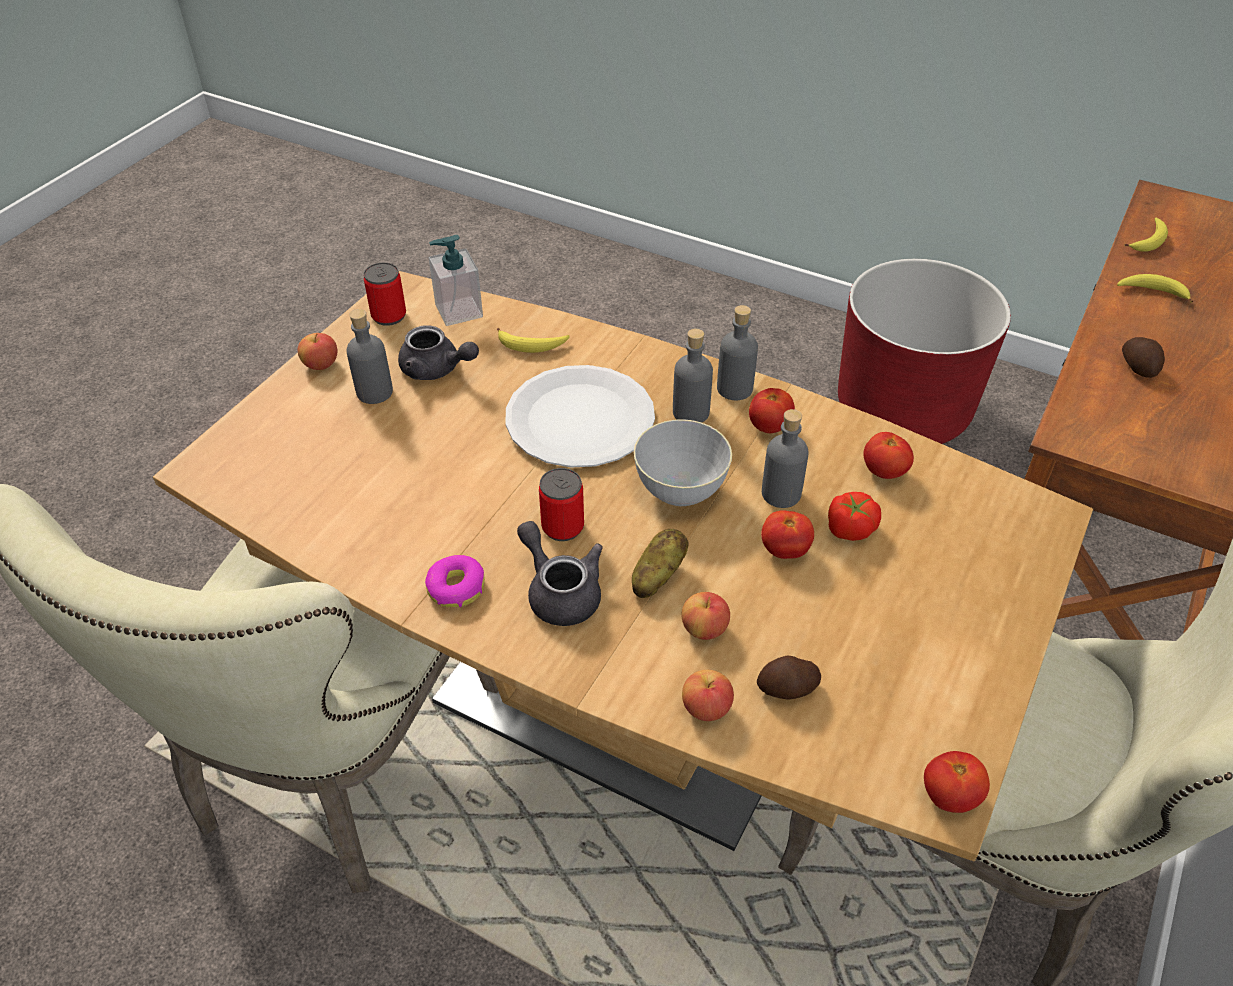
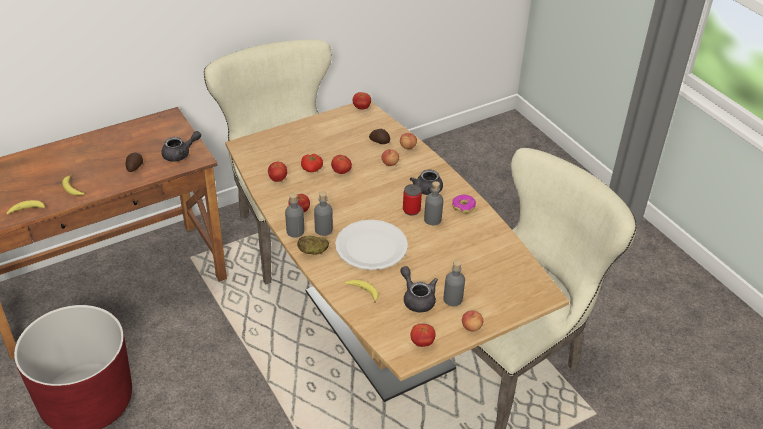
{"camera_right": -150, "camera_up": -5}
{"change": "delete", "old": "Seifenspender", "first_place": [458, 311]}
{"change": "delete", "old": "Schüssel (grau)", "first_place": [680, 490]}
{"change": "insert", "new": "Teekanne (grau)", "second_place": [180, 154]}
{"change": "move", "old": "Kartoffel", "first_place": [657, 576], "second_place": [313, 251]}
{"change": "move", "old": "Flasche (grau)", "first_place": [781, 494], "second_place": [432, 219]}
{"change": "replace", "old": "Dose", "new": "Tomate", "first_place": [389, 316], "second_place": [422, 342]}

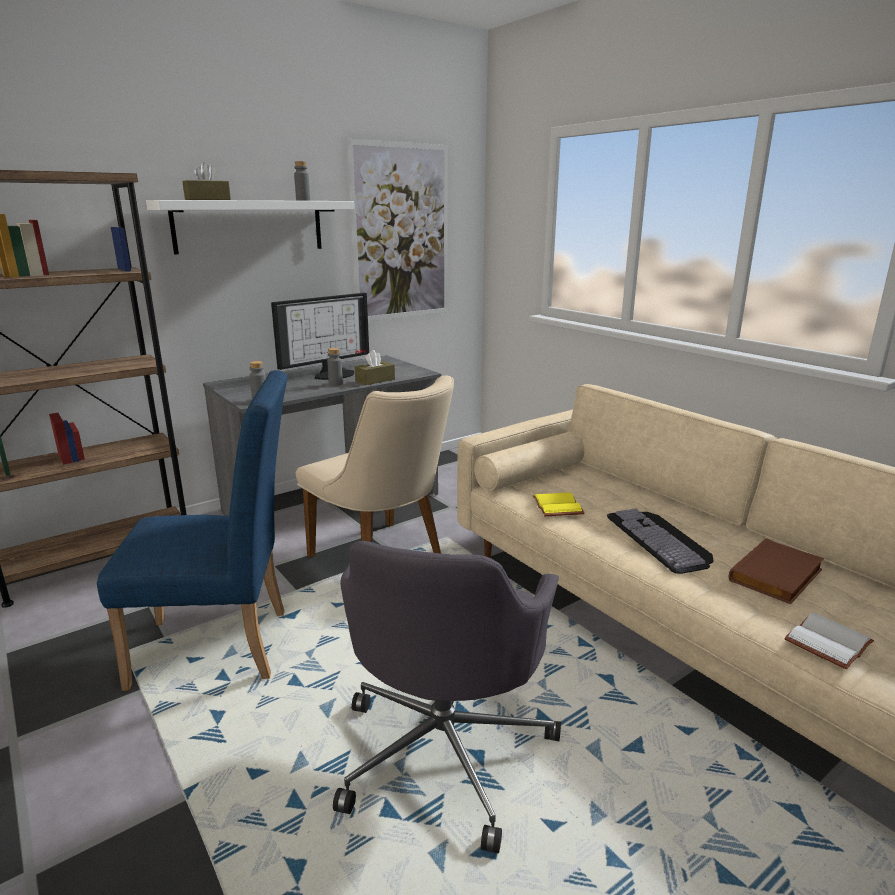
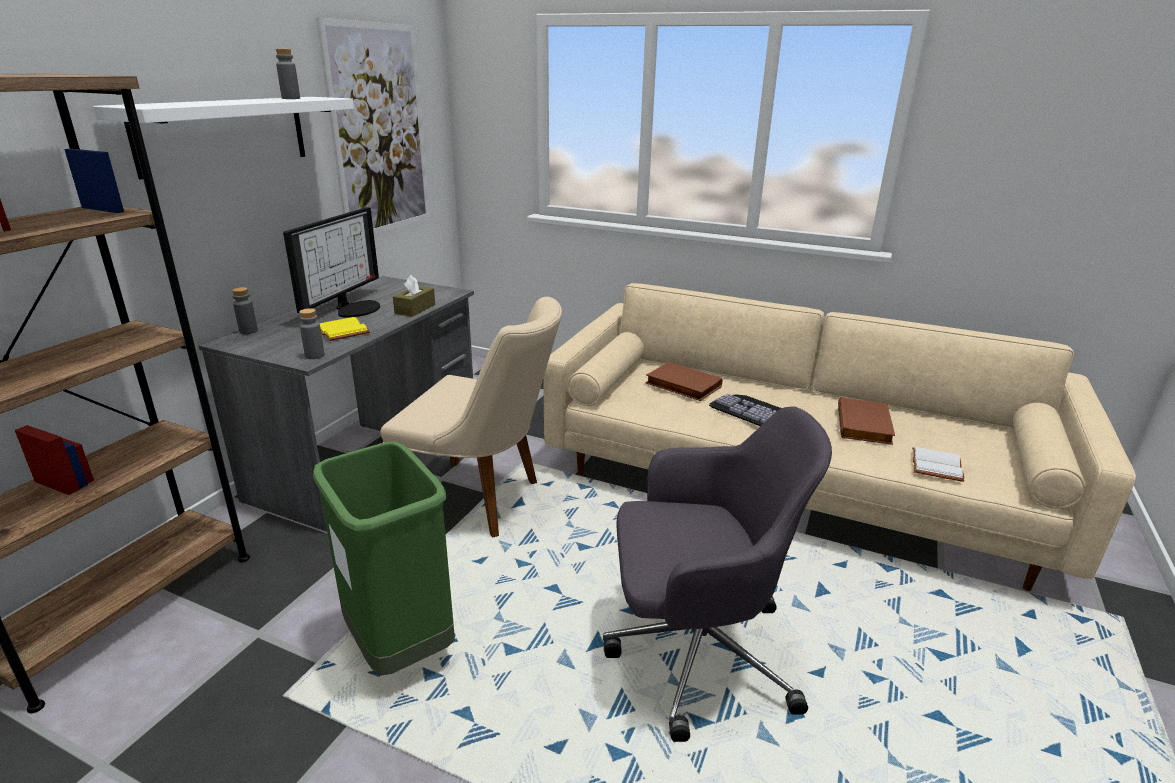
{"camera_right": -30, "camera_up": 5}
{"change": "delete", "old": "Taschentuchbox (braun)", "first_place": [207, 199]}
{"change": "insert", "new": "Buch (braun)", "second_place": [682, 385]}
{"change": "move", "old": "Flasche (grau)", "first_place": [335, 384], "second_place": [248, 331]}
{"change": "move", "old": "Buch (gelb)", "first_place": [559, 506], "second_place": [344, 331]}
{"change": "replace", "old": "Stuhl (blau)", "new": "Mülleimer (grün)", "first_place": [224, 648], "second_place": [401, 647]}
{"change": "rotate", "old": "Bürostuhl (grau)", "first_place": [445, 749], "second_place": [694, 652], "degrees": -75}

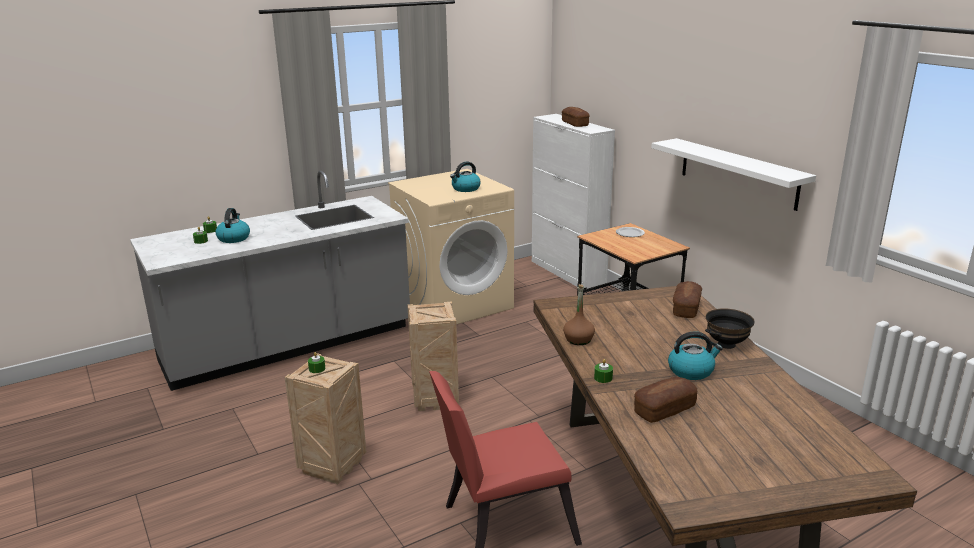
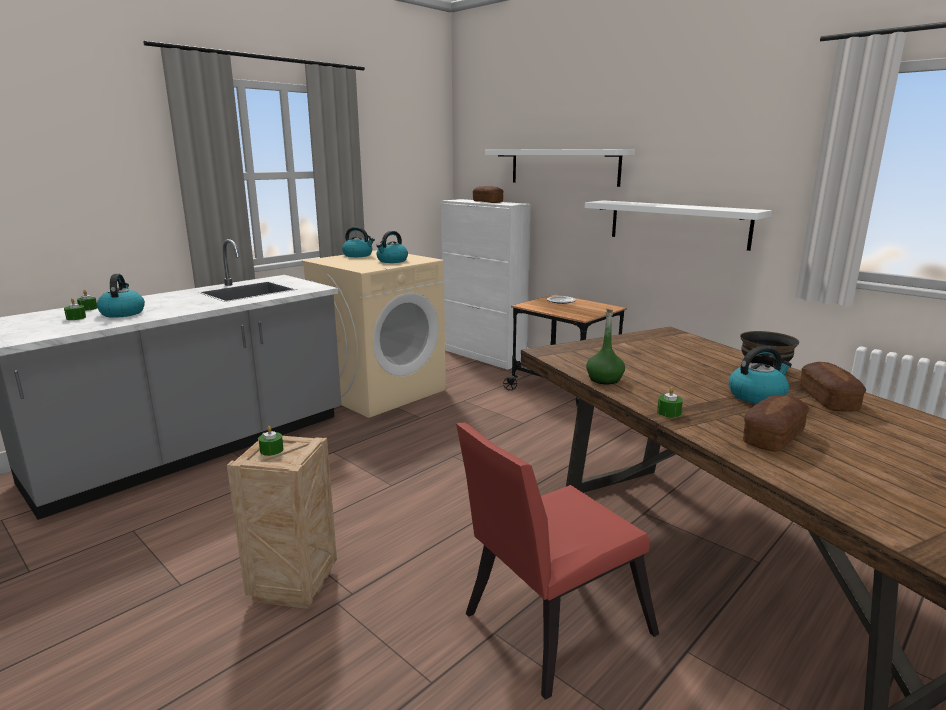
{"camera_right": -15, "camera_up": -5}
{"change": "delete", "old": "Kiste", "first_place": [436, 399]}
{"change": "insert", "new": "Wasserkessel", "second_place": [358, 255]}
{"change": "insert", "new": "Wandregal (weiß)", "second_place": [563, 167]}
{"change": "move", "old": "Brot", "first_place": [686, 308], "second_place": [828, 399]}
{"change": "recolor", "old": "Flasche (braun)", "new": "Flasche (grün)", "first_place": [578, 340], "second_place": [604, 379]}

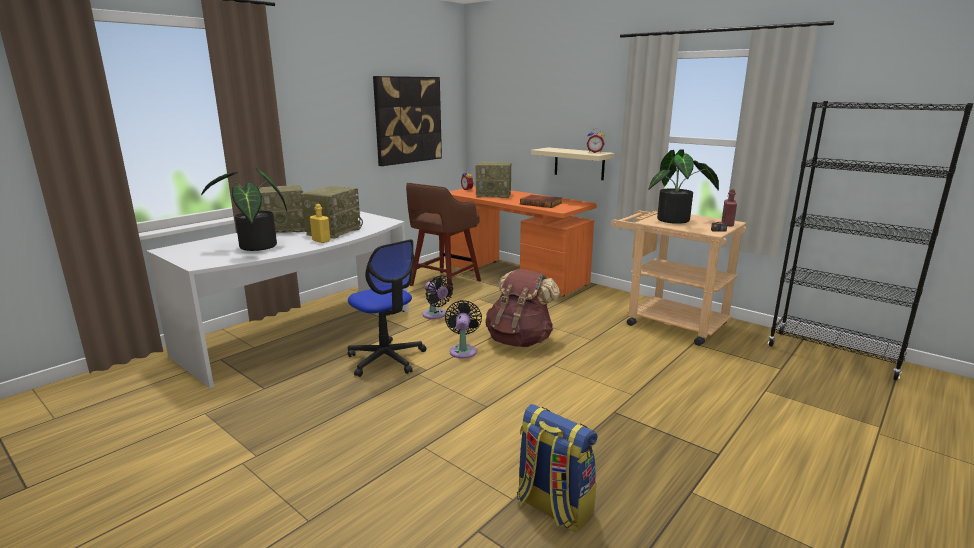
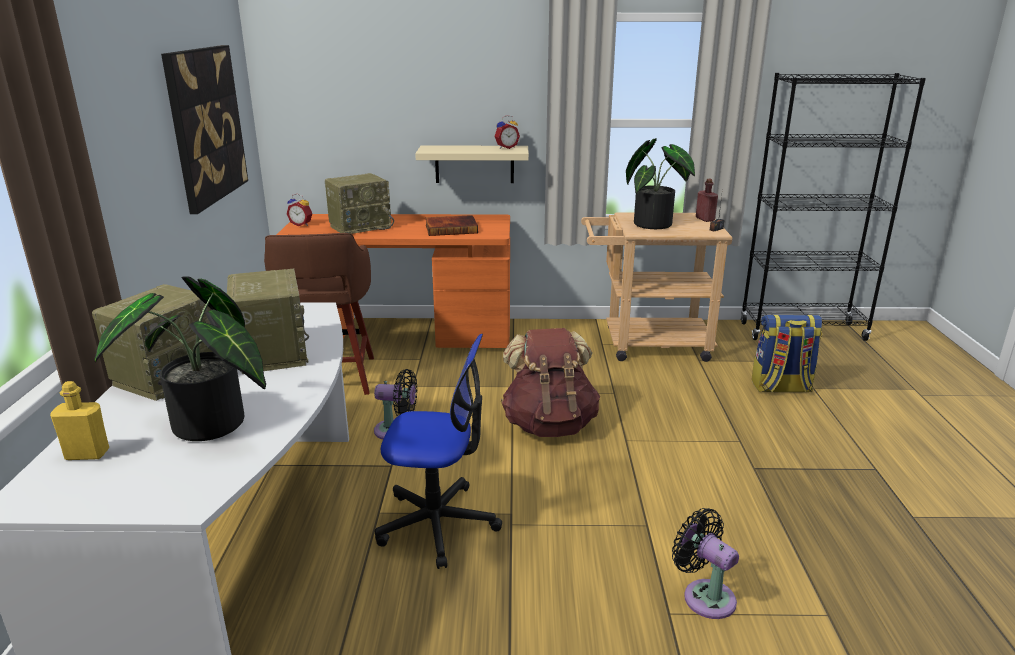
{"camera_right": -40, "camera_up": 5}
{"change": "move", "old": "Flasche (gelb)", "first_place": [321, 241], "second_place": [87, 454]}
{"change": "move", "old": "Ventilator (schwarz)", "first_place": [463, 350], "second_place": [705, 596]}
{"change": "move", "old": "Rucksack", "first_place": [553, 507], "second_place": [781, 387]}

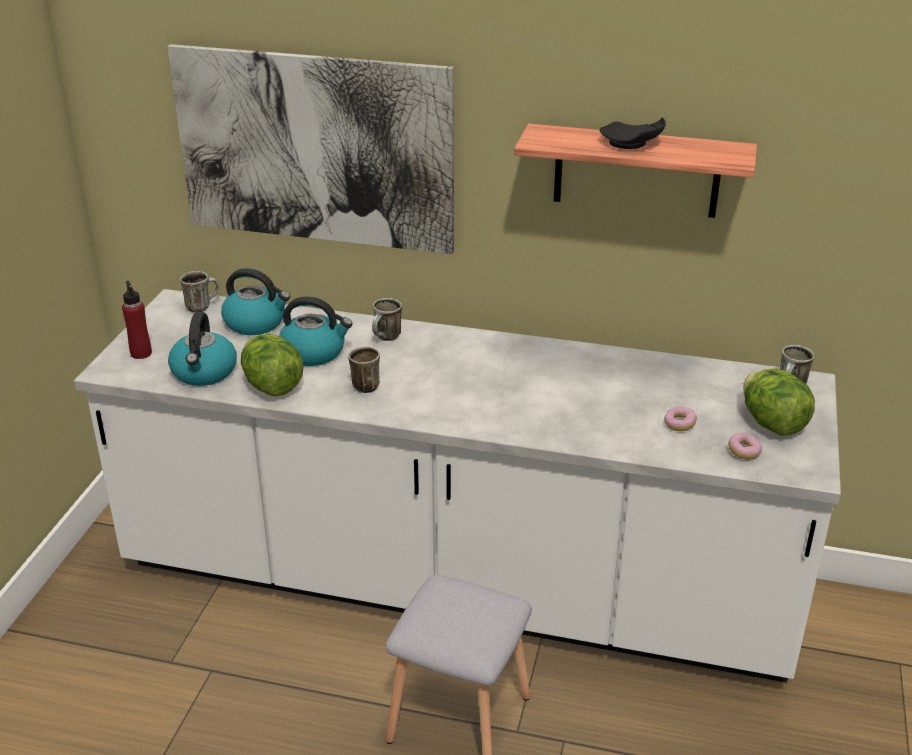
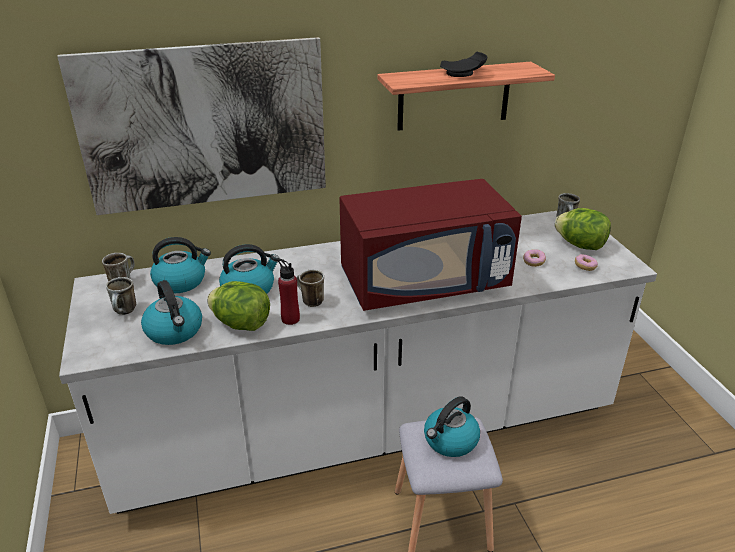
{"camera_right": -30, "camera_up": 0}
{"change": "insert", "new": "Mikrowelle (rot)", "second_place": [424, 282]}
{"change": "insert", "new": "Wasserkessel", "second_place": [450, 441]}
{"change": "move", "old": "Flasche (rot)", "first_place": [141, 353], "second_place": [290, 319]}
{"change": "move", "old": "Henkelbecher", "first_place": [386, 338], "second_place": [125, 312]}

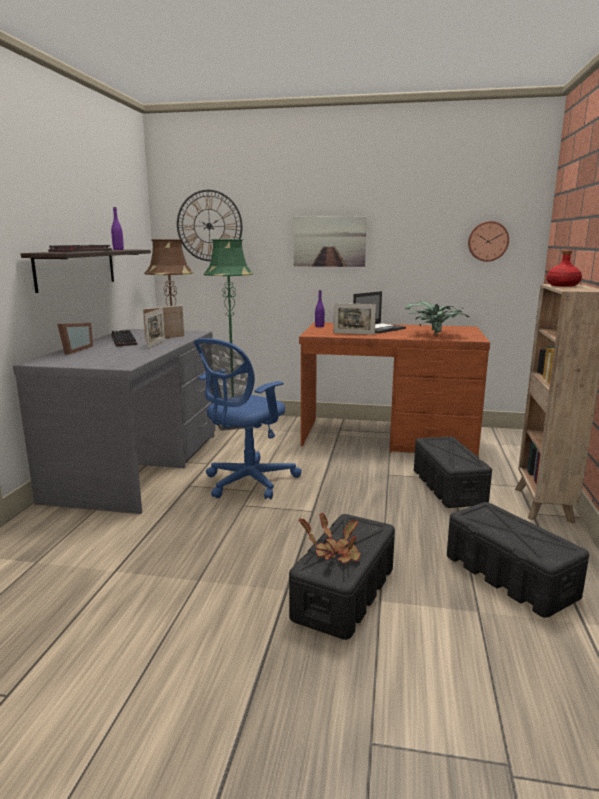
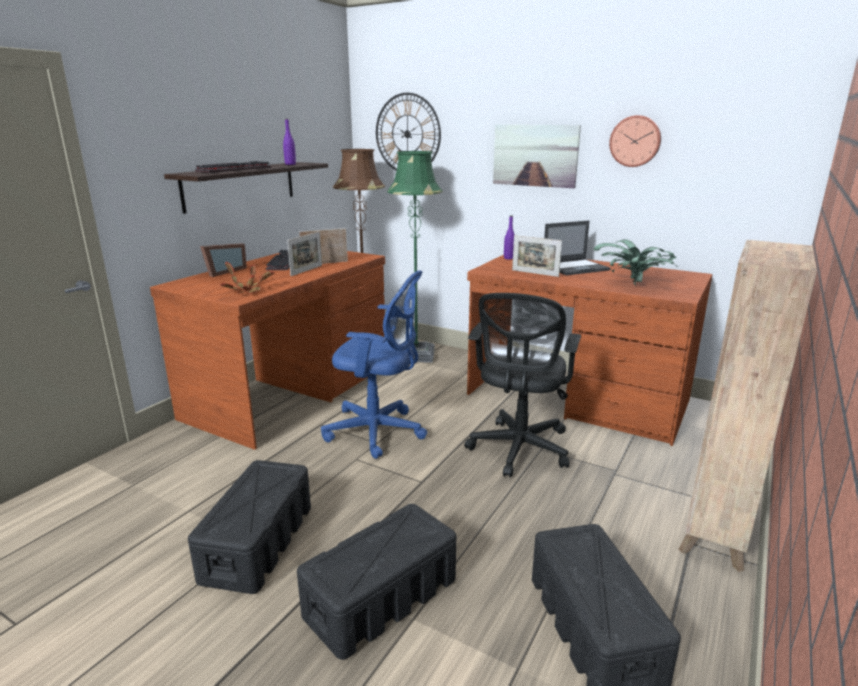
{"camera_right": 20, "camera_up": 5}
{"change": "delete", "old": "Flasche (rot)", "first_place": [563, 285]}
{"change": "insert", "new": "Bürostuhl (schwarz)", "second_place": [518, 450]}
{"change": "move", "old": "Topfpflanze", "first_place": [335, 552], "second_place": [246, 290]}
{"change": "move", "old": "Aufbewahrungsbox (schwarz)", "first_place": [448, 486], "second_place": [259, 542]}
{"change": "move", "old": "Wanduhr", "first_place": [488, 241], "second_place": [635, 141]}
{"change": "recolor", "old": "Schreibtisch (grau)", "new": "Schreibtisch (braun)", "first_place": [139, 465], "second_place": [291, 392]}
{"change": "rotate", "old": "Bürostuhl (blau)", "first_place": [247, 483], "second_place": [379, 432], "degrees": -135}

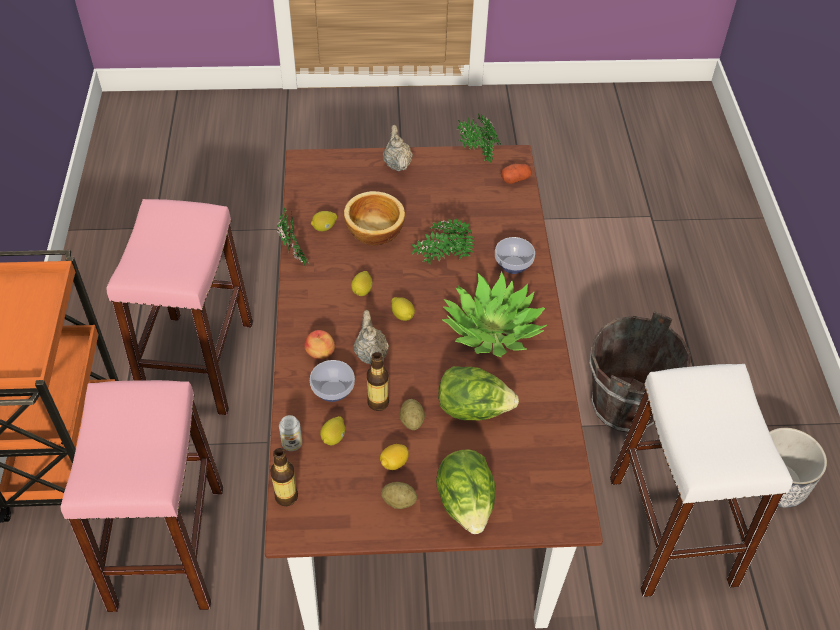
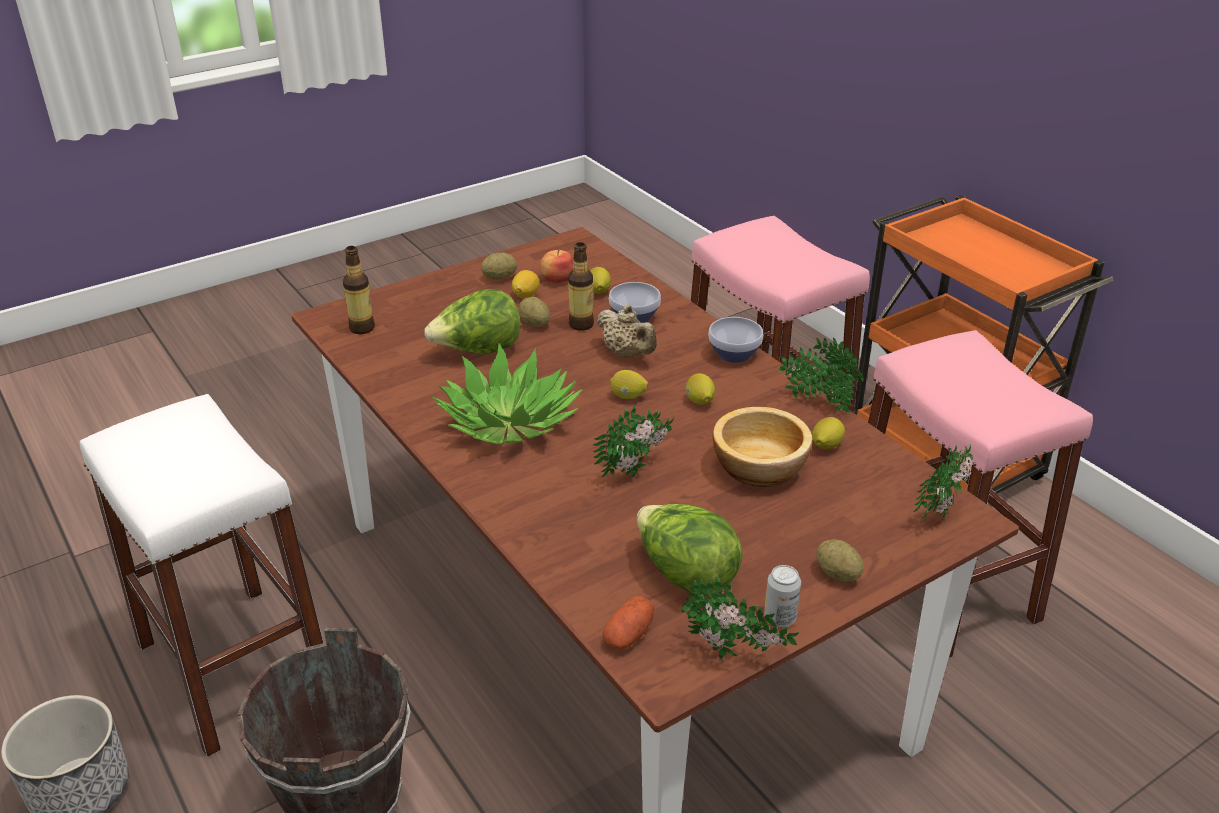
{"camera_right": 150, "camera_up": -15}
{"change": "insert", "new": "Topfpflanze", "second_place": [941, 509]}
{"change": "move", "old": "Flasche", "first_place": [286, 497], "second_place": [362, 328]}
{"change": "move", "old": "Dose", "first_place": [292, 443], "second_place": [780, 618]}
{"change": "move", "old": "Apfel", "first_place": [320, 353], "second_place": [557, 279]}
{"change": "move", "old": "Salatkopf", "first_place": [466, 504], "second_place": [685, 575]}
{"change": "move", "old": "Schüssel", "first_place": [512, 265], "second_place": [736, 354]}
{"change": "replace", "old": "Teekanne (beige)", "new": "Kartoffel", "first_place": [397, 164], "second_place": [837, 574]}

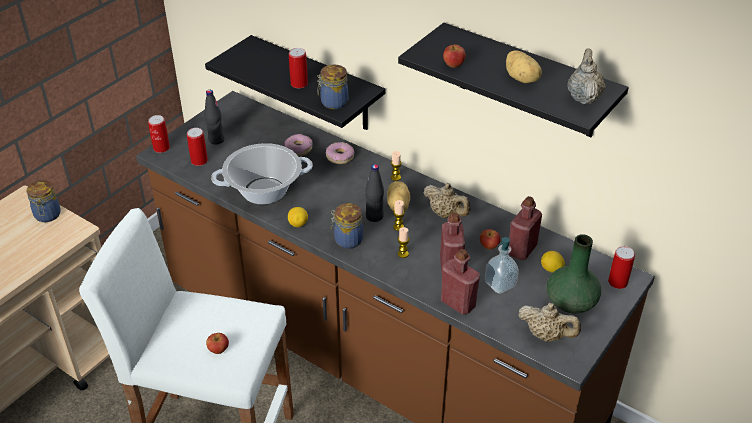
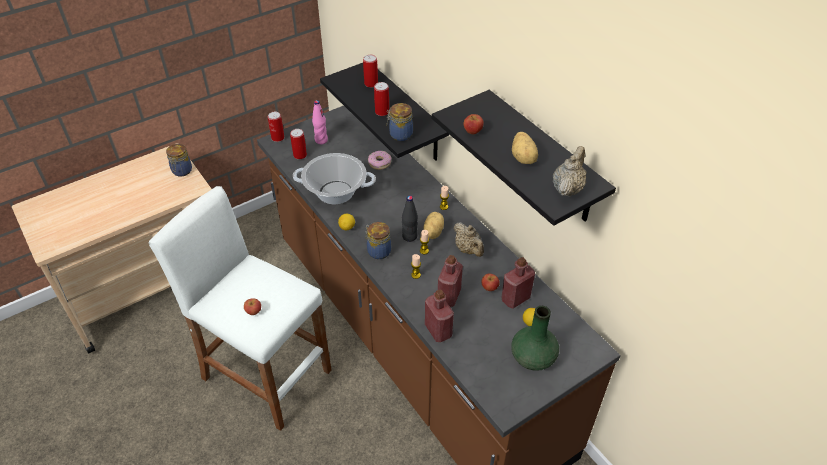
{"camera_right": 20, "camera_up": 5}
{"change": "delete", "old": "Donut", "first_place": [340, 157]}
{"change": "delete", "old": "Seifenspender", "first_place": [500, 284]}
{"change": "delete", "old": "Teekanne (beige)", "first_place": [546, 335]}
{"change": "move", "old": "Dose", "first_place": [617, 282], "second_place": [371, 83]}
{"change": "recolor", "old": "Flasche (schwarz)", "new": "Flasche (rosa)", "first_place": [216, 140], "second_place": [321, 140]}

